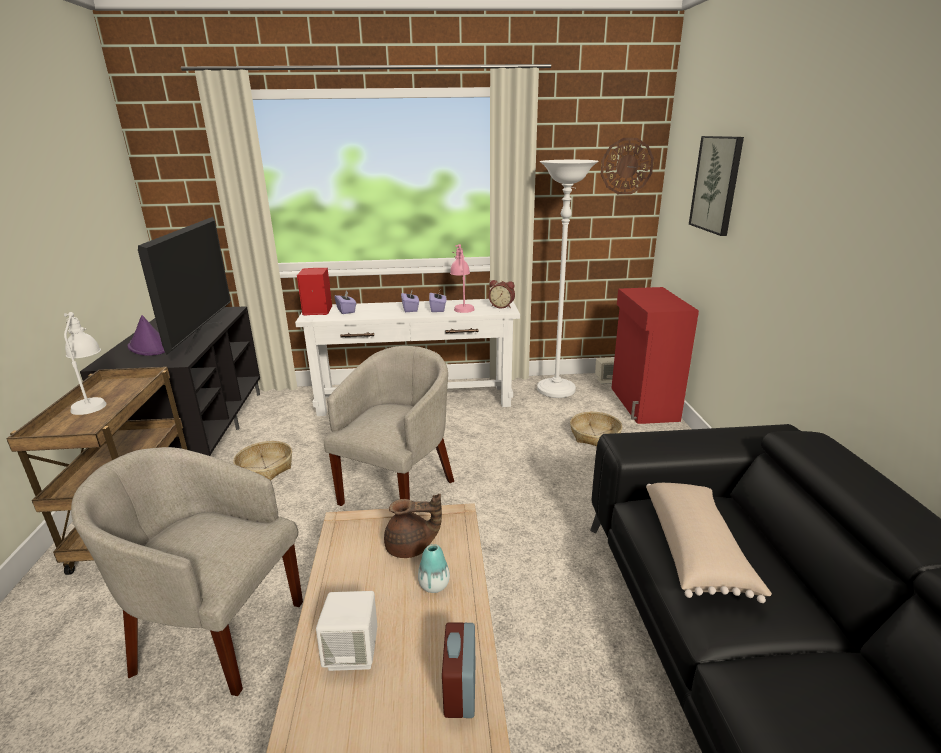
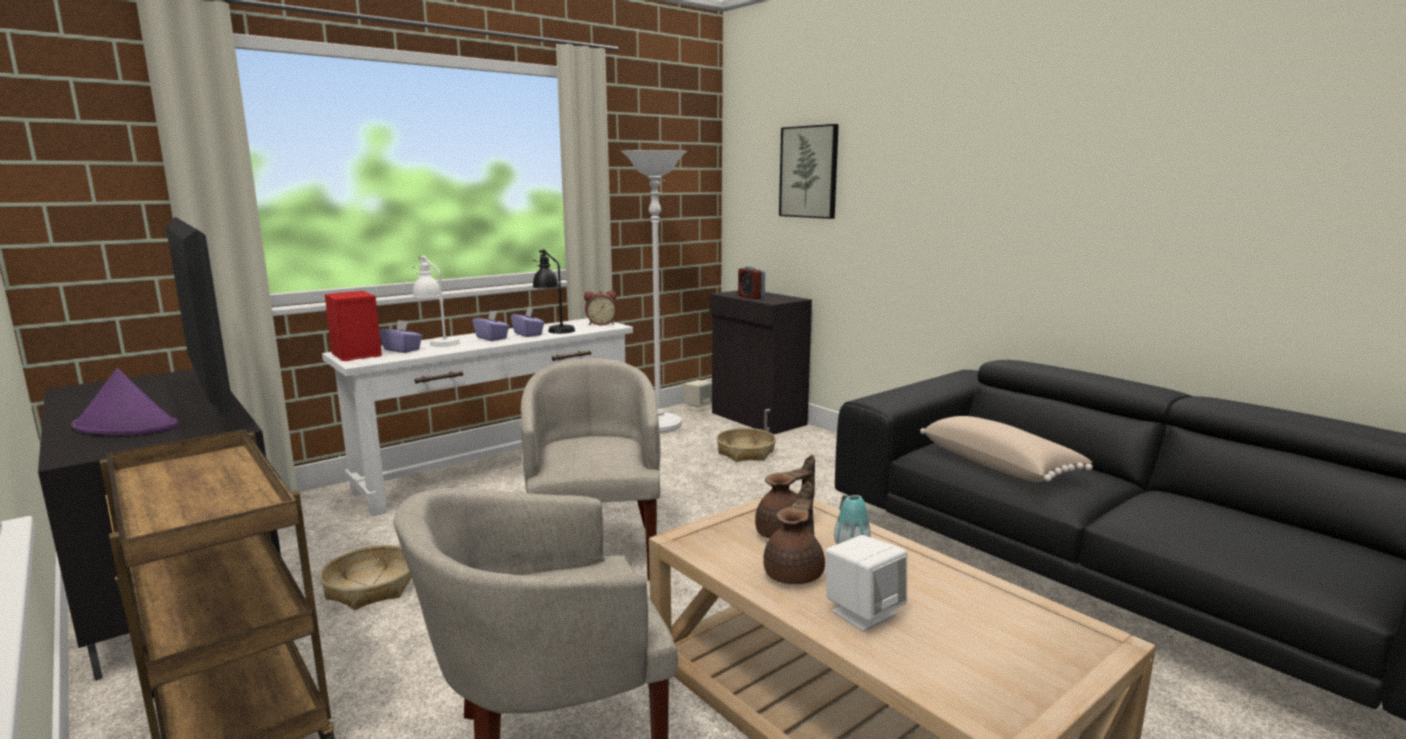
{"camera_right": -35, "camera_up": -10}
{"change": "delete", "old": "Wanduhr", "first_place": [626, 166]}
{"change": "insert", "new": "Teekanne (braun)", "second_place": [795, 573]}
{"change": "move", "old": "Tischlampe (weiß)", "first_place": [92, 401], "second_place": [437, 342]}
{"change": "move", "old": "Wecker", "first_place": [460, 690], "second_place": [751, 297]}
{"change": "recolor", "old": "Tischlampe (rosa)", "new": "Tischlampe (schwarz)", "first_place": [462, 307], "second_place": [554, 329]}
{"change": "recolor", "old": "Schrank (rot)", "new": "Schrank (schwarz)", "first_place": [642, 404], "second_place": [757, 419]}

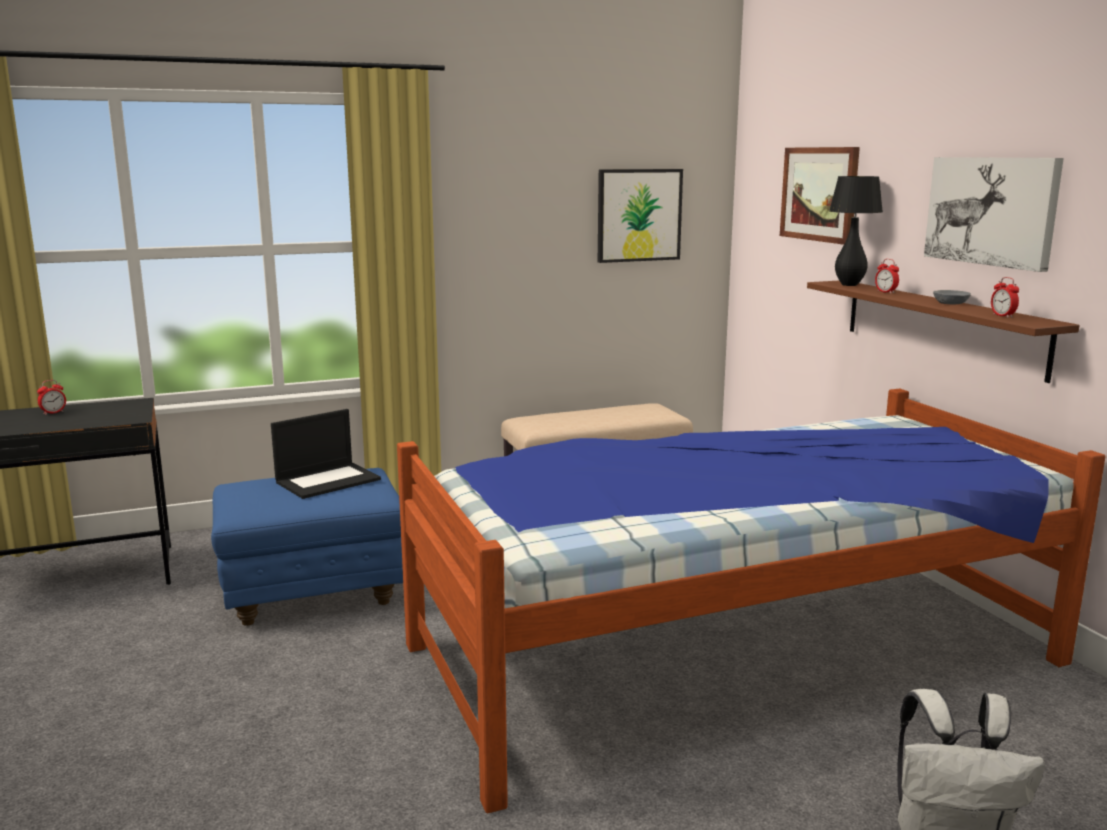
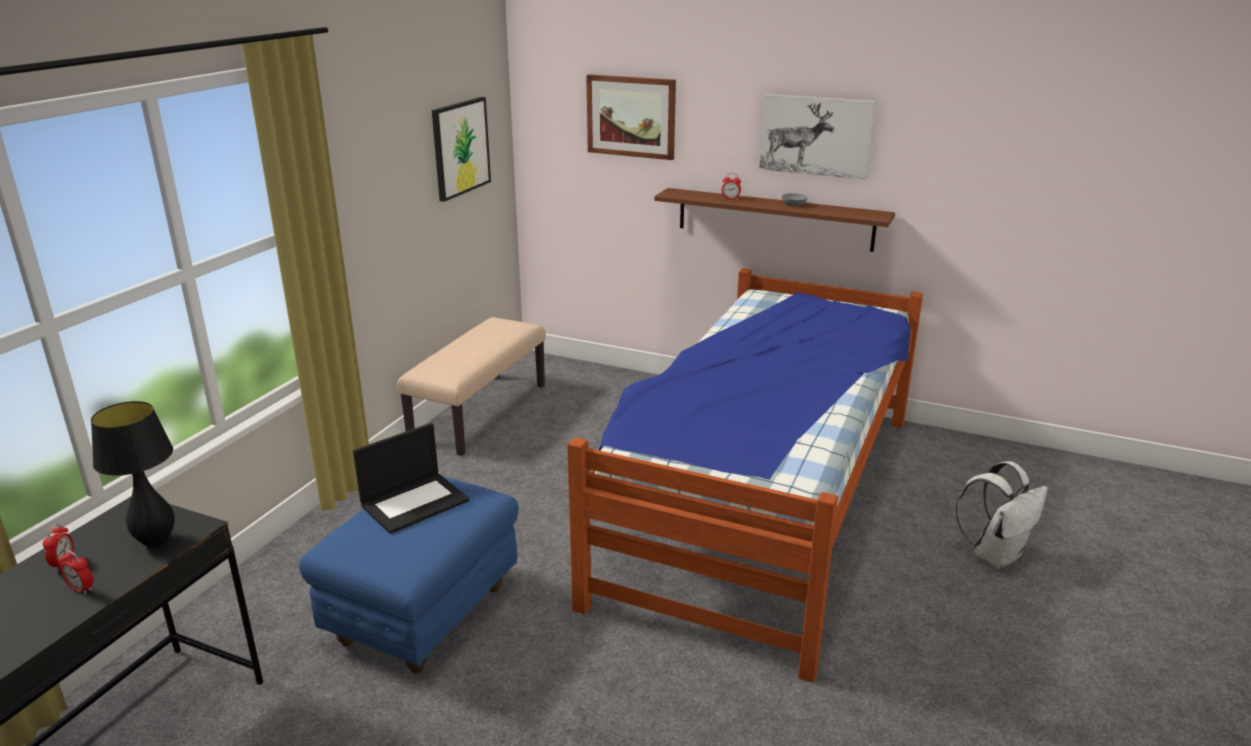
{"camera_right": -45, "camera_up": 10}
{"change": "move", "old": "Tischlampe (schwarz)", "first_place": [849, 285], "second_place": [156, 541]}
{"change": "move", "old": "Wecker", "first_place": [1002, 316], "second_place": [81, 589]}
{"change": "rotate", "old": "Laptop", "first_place": [328, 480], "second_place": [415, 502], "degrees": 45}

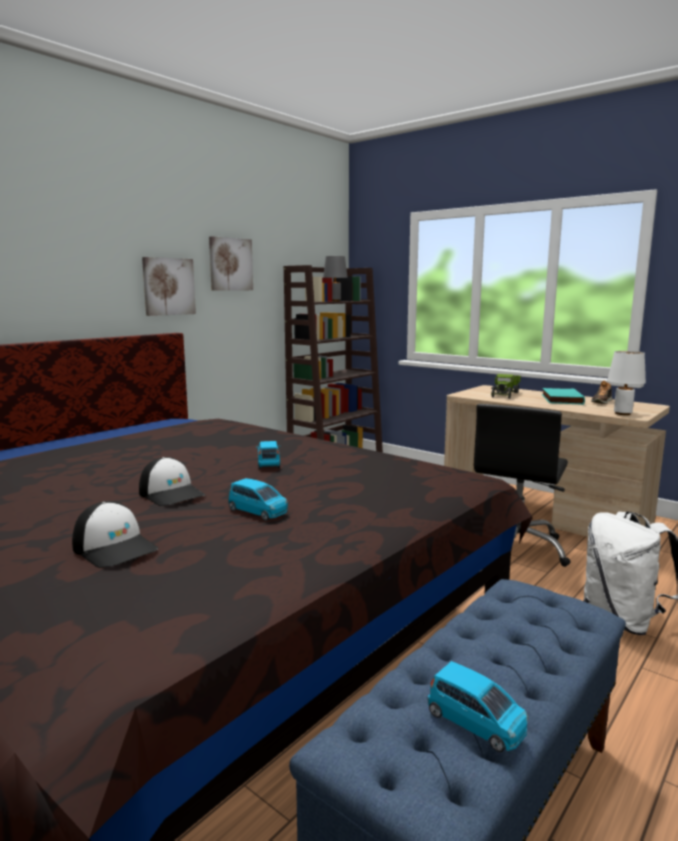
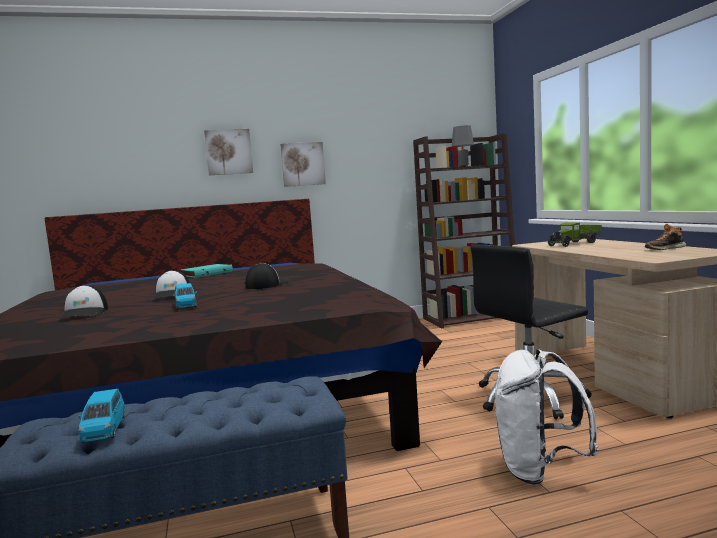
{"camera_right": 35, "camera_up": -5}
{"change": "delete", "old": "Tischlampe (weiß)", "first_place": [622, 413]}
{"change": "move", "old": "Bild", "first_place": [230, 264], "second_place": [228, 152]}
{"change": "move", "old": "Buch (türkis)", "first_place": [560, 399], "second_place": [206, 273]}
{"change": "replace", "old": "Spielzeugauto (blau)", "new": "Kappe", "first_place": [268, 463], "second_place": [267, 284]}

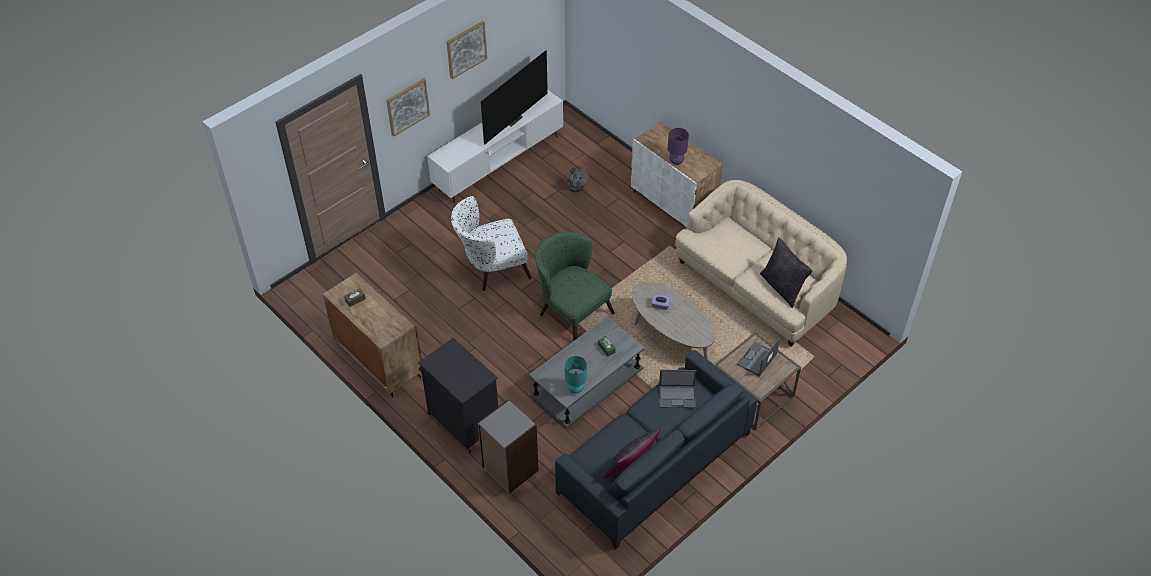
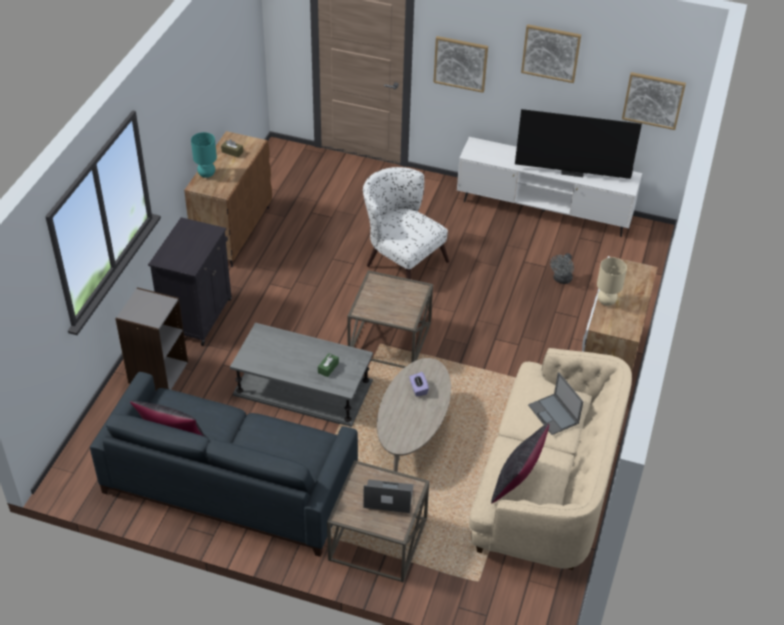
{"camera_right": 60, "camera_up": -5}
{"change": "insert", "new": "Bild", "second_place": [653, 100]}
{"change": "move", "old": "Tischlampe (türkis)", "first_place": [575, 389], "second_place": [206, 174]}
{"change": "move", "old": "Laptop", "first_place": [677, 396], "second_place": [554, 414]}
{"change": "replace", "old": "Sessel (grün)", "new": "Beistelltisch (braun)", "first_place": [571, 310], "second_place": [390, 339]}
{"change": "recolor", "old": "Tischlampe (lila)", "new": "Tischlampe (beige)", "first_place": [676, 161], "second_place": [606, 301]}

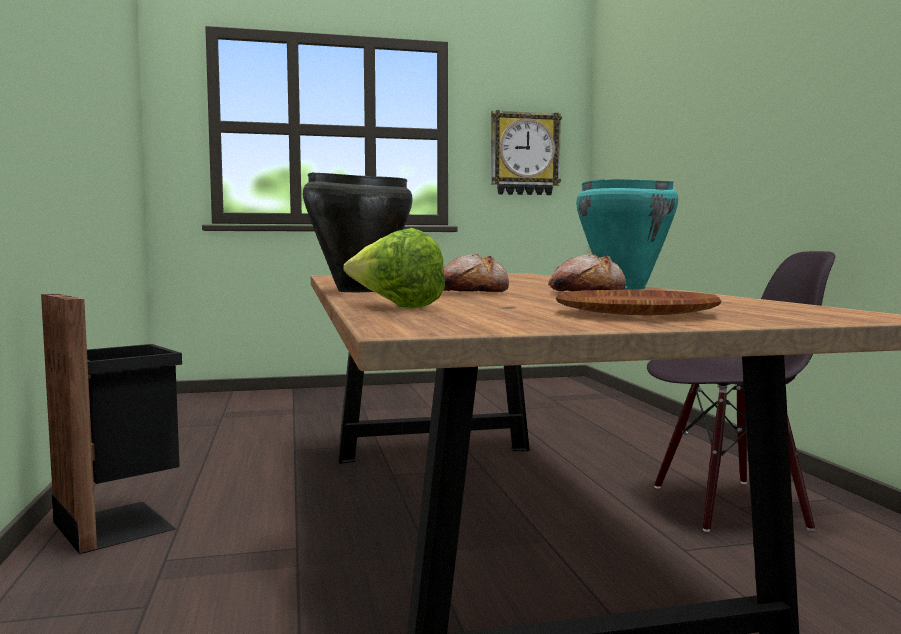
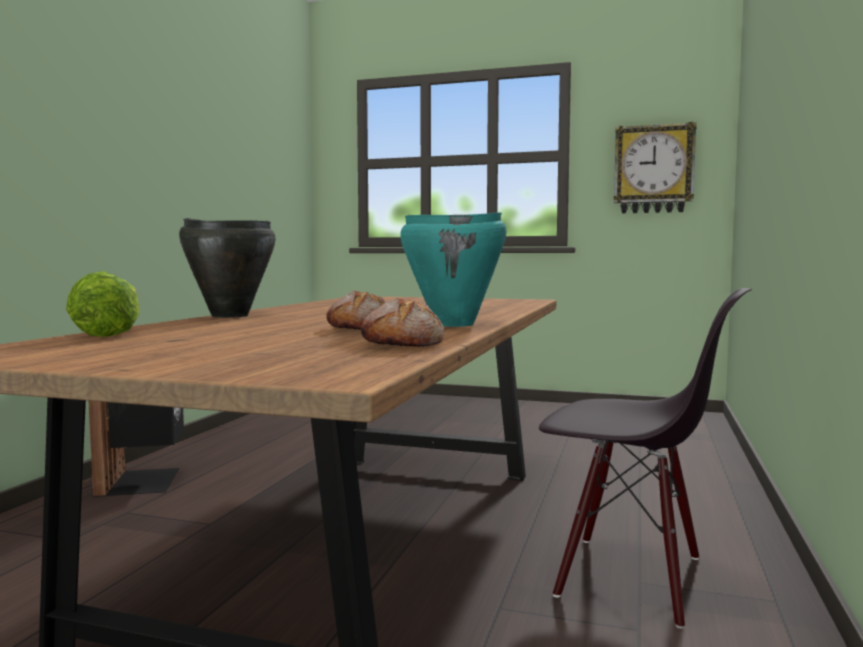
{"camera_right": 30, "camera_up": 0}
{"change": "delete", "old": "Teller (braun)", "first_place": [635, 313]}
{"change": "move", "old": "Brot", "first_place": [471, 293], "second_place": [404, 344]}

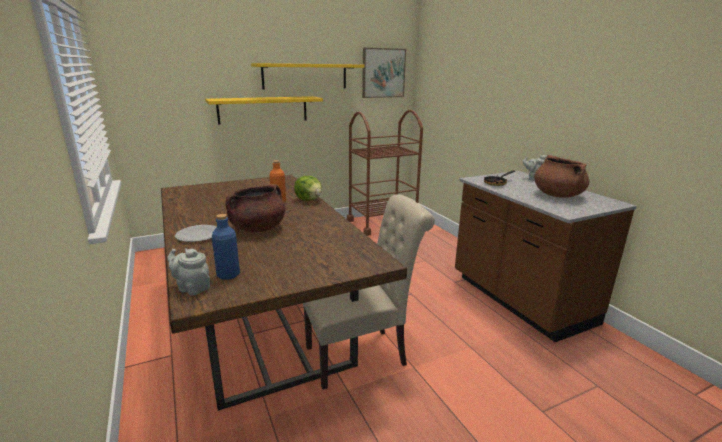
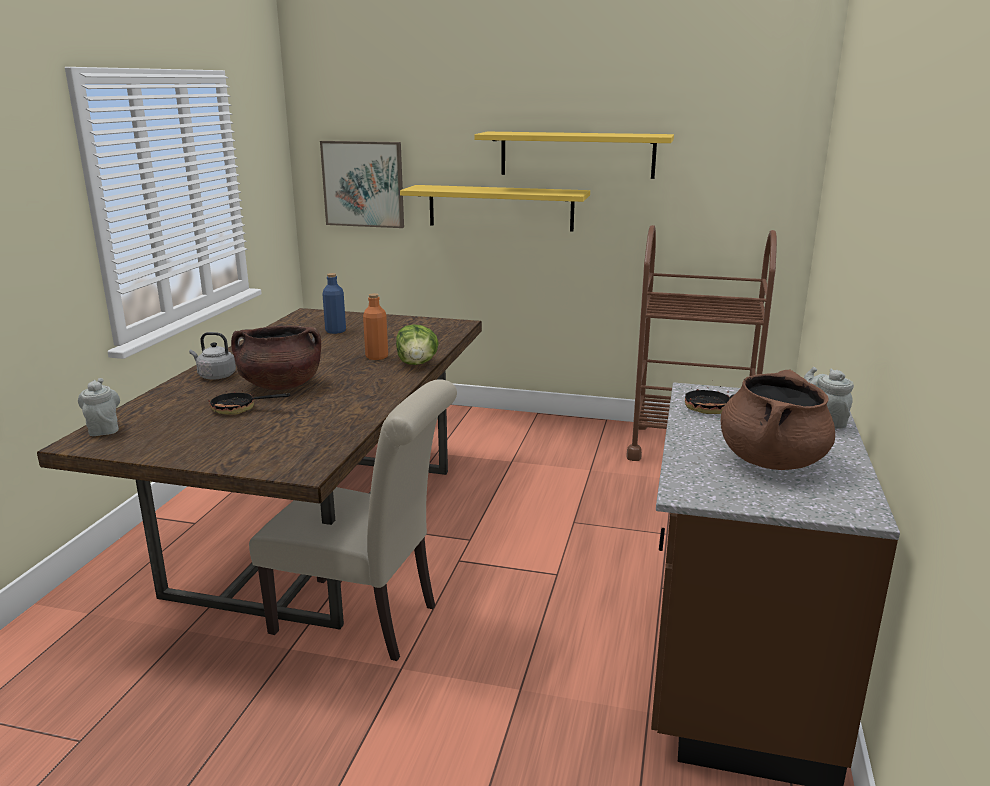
{"camera_right": 40, "camera_up": 0}
{"change": "insert", "new": "Pfanne", "second_place": [240, 409]}
{"change": "move", "old": "Flasche (blau)", "first_place": [228, 275], "second_place": [335, 331]}
{"change": "move", "old": "Bild", "first_place": [383, 73], "second_place": [363, 184]}
{"change": "replace", "old": "Teller", "new": "Wasserkessel (grau)", "first_place": [198, 235], "second_place": [215, 376]}

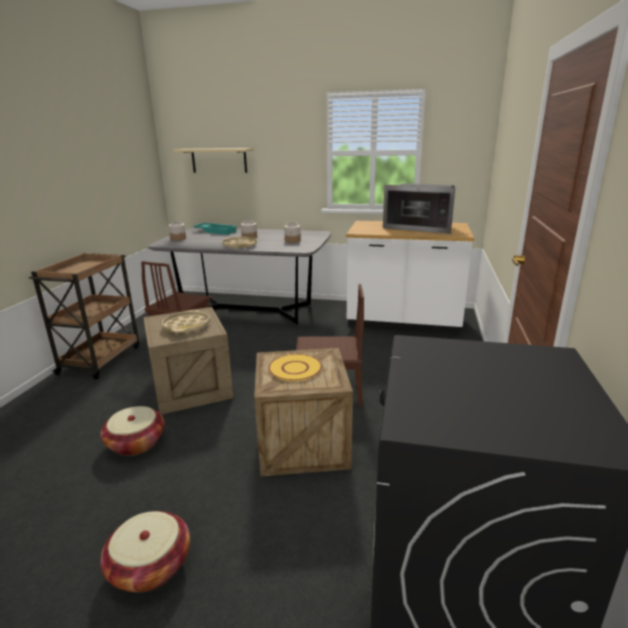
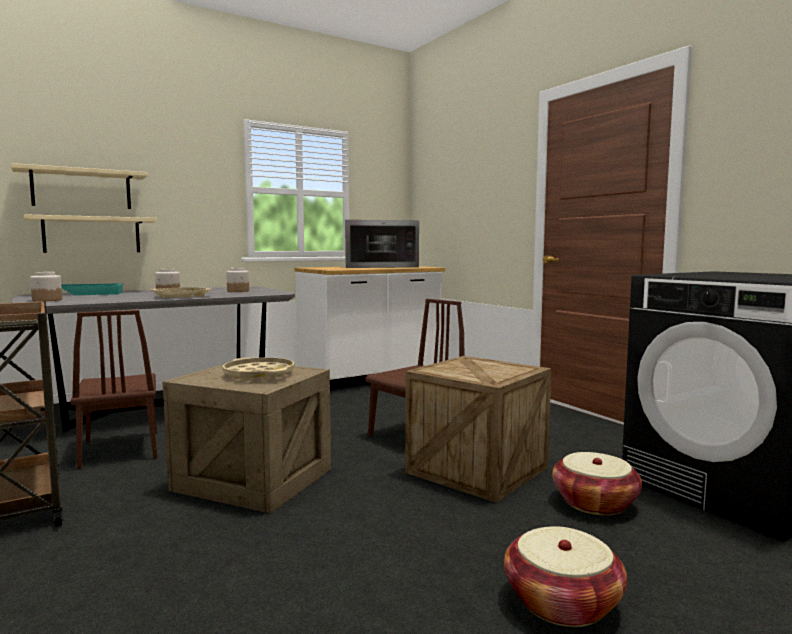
{"camera_right": -45, "camera_up": -15}
{"change": "delete", "old": "Teller (gelb)", "first_place": [295, 368]}
{"change": "insert", "new": "Wandregal (beige)", "second_place": [92, 235]}
{"change": "move", "old": "Korb", "first_place": [136, 443], "second_place": [594, 503]}

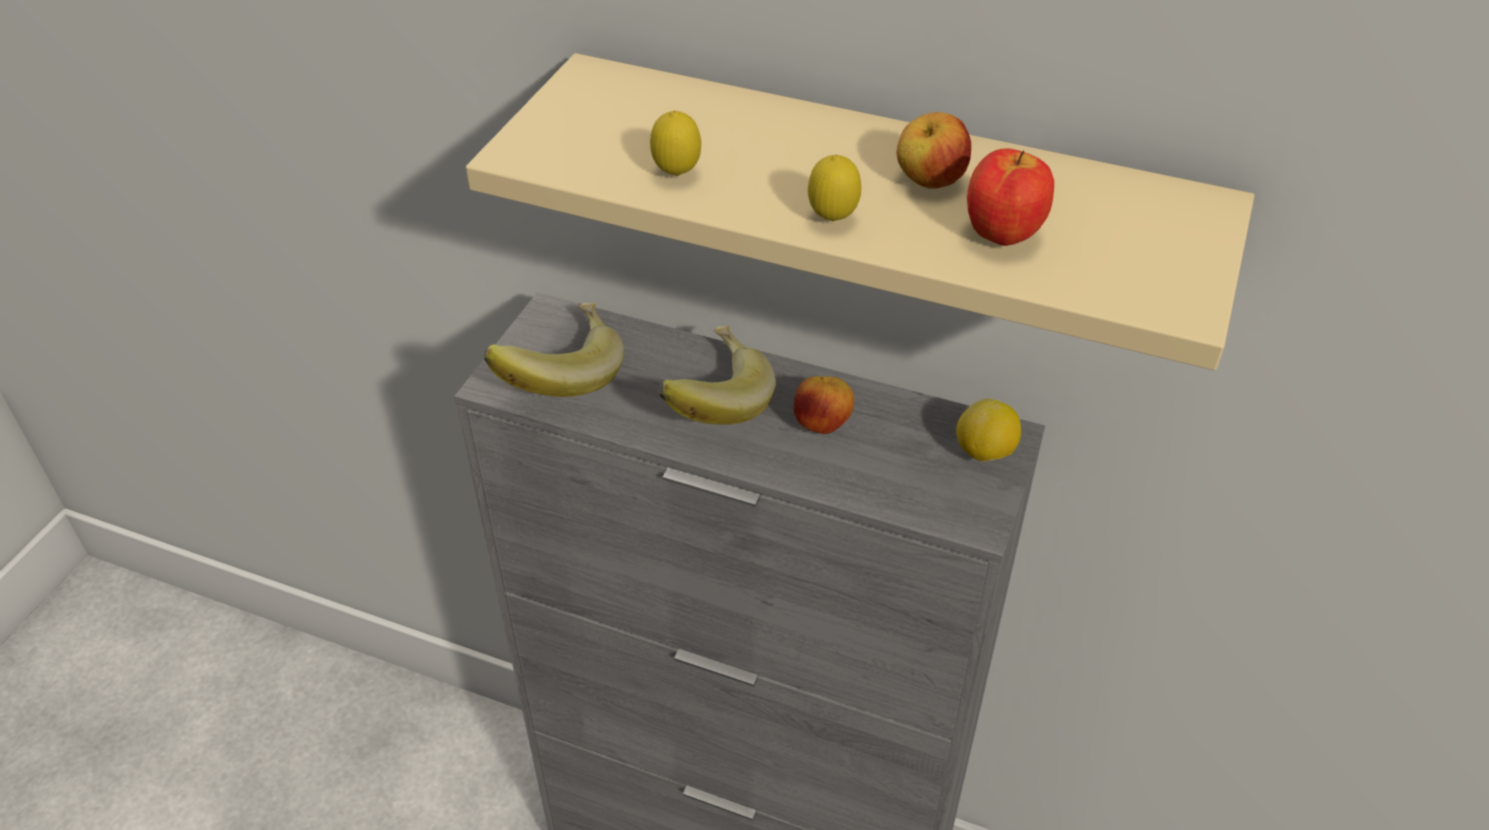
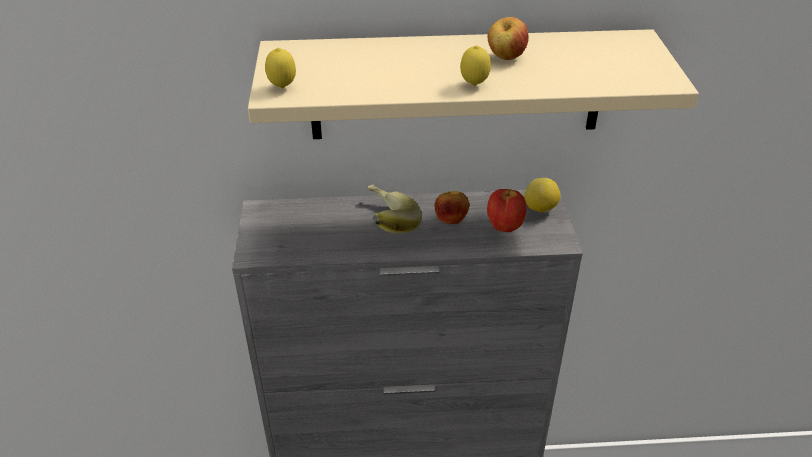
{"camera_right": -25, "camera_up": -5}
{"change": "delete", "old": "Banane", "first_place": [559, 374]}
{"change": "move", "old": "Zitrone", "first_place": [677, 175], "second_place": [282, 87]}
{"change": "move", "old": "Apfel", "first_place": [1001, 235], "second_place": [504, 227]}

